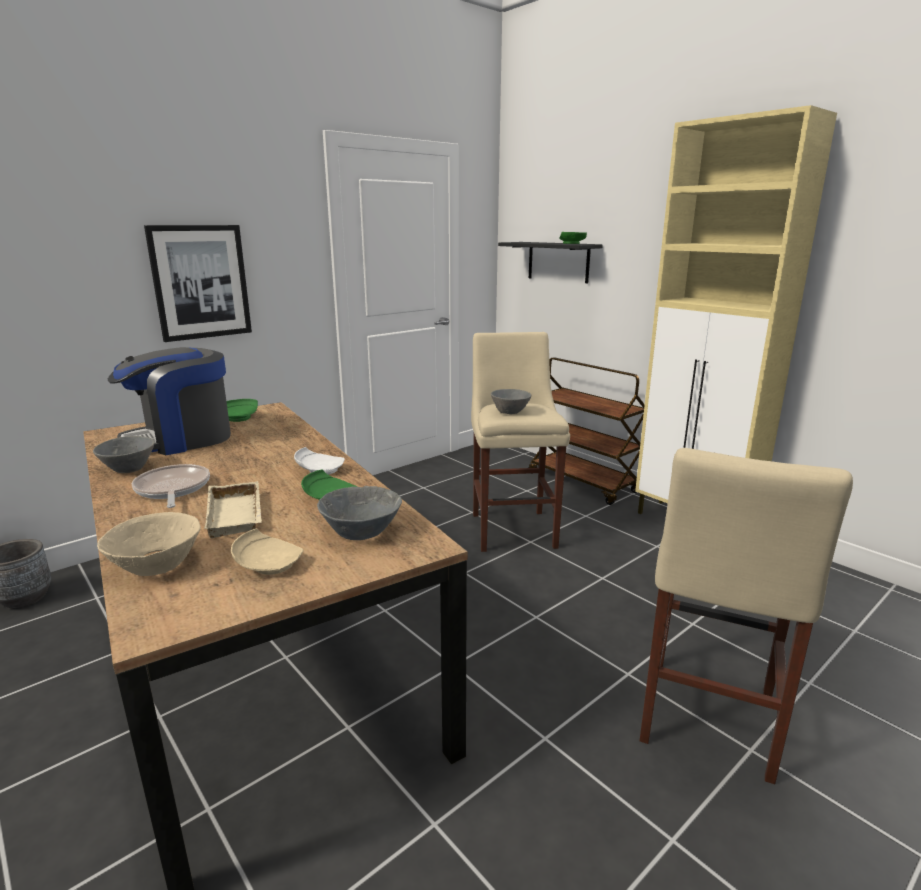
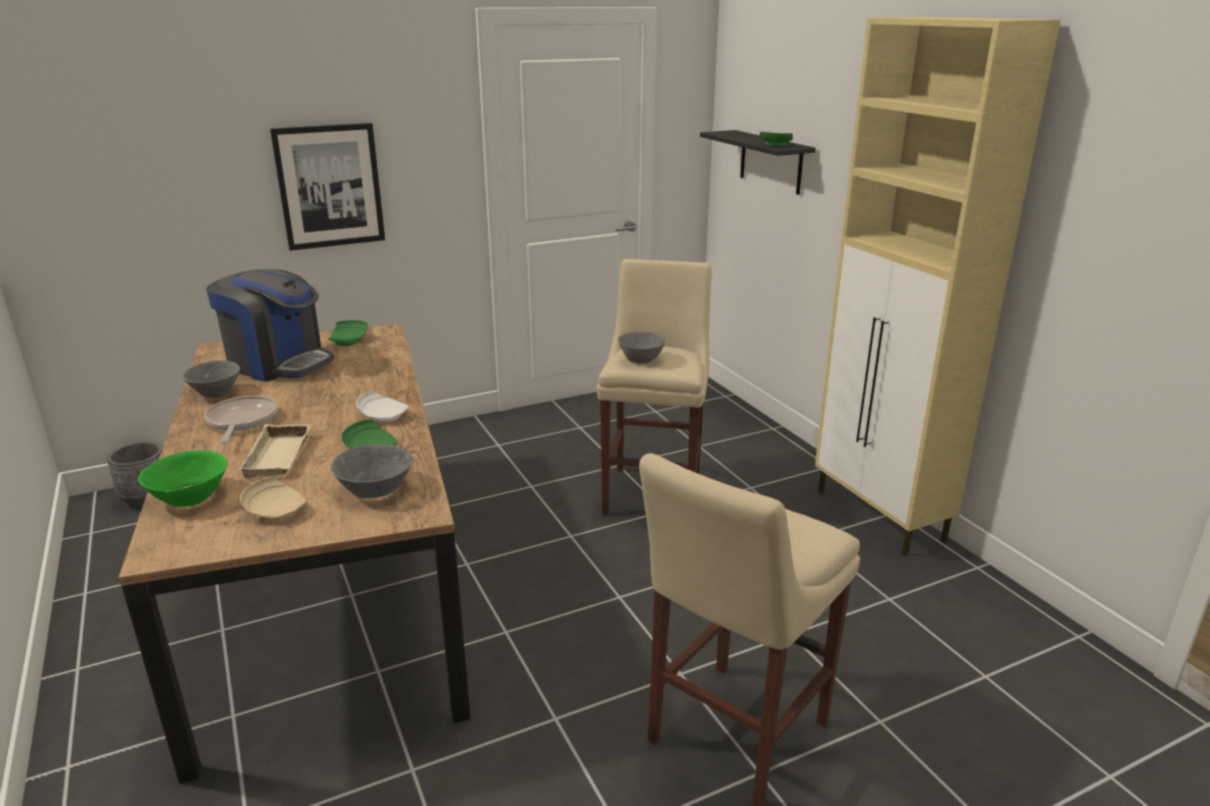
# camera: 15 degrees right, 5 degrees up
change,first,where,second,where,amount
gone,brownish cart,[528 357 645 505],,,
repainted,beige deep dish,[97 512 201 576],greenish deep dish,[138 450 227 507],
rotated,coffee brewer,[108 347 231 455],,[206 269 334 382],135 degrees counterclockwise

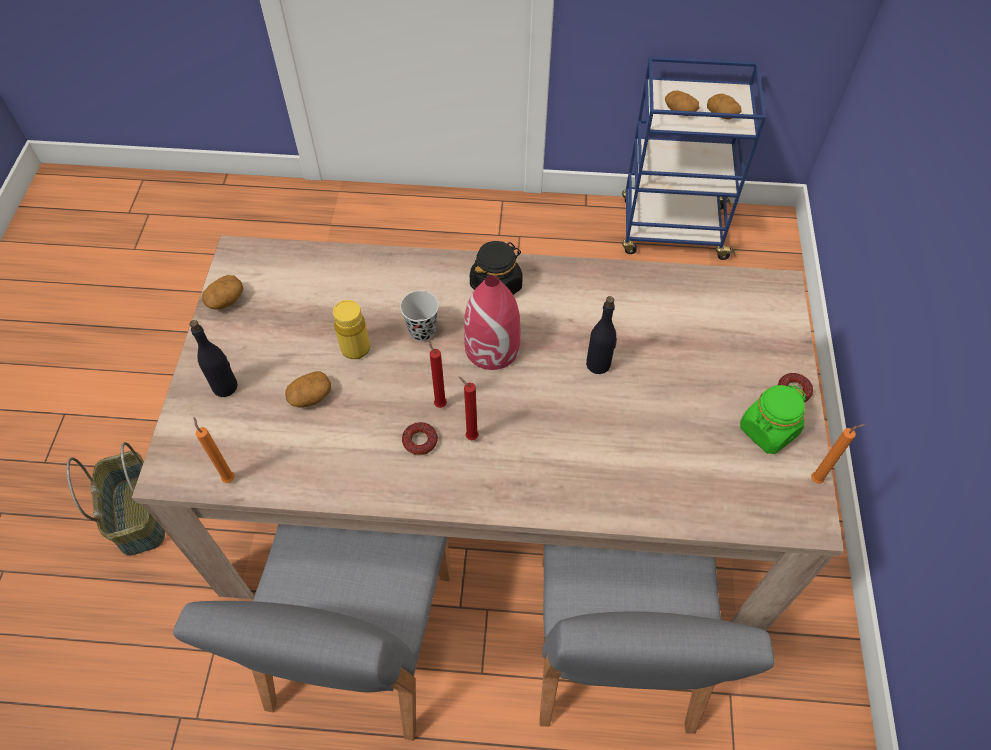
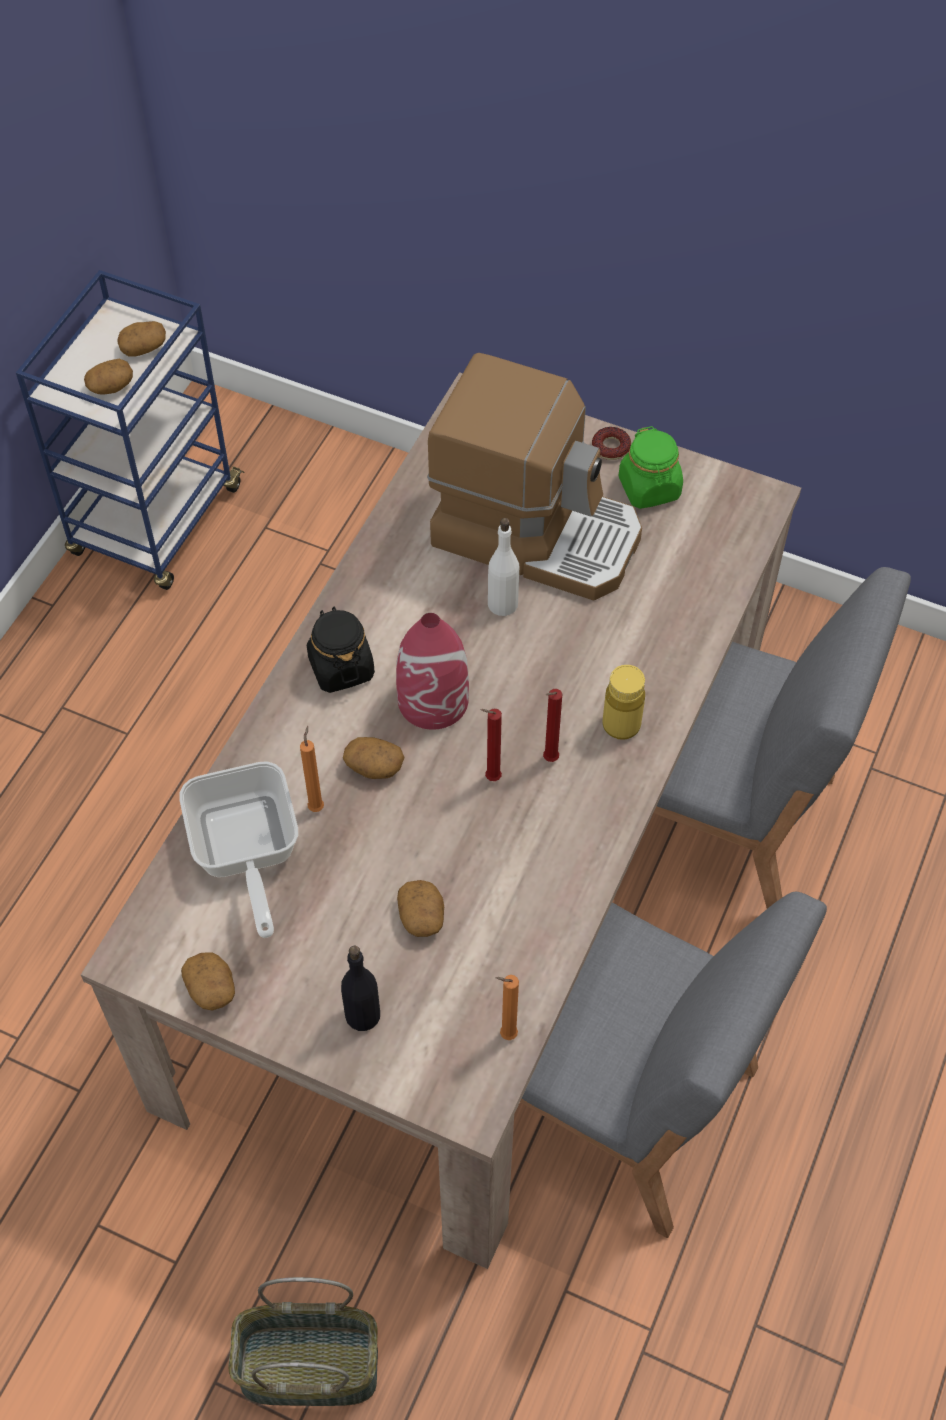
# camera: 70 degrees left, 0 degrees up
change,first,where,second,where,amount
gone,ring doughnut,[402 422 438 455],,,
new,,,skillet,[179 761 298 938],
new,,,coffee brewer,[427 353 642 601],
shifted,yellowish bottle,[333 300 370 359],,[602 665 645 740],
shifted,orangey wax candle,[811 424 866 484],,[300 726 324 812],
swapped,blackish drinking cup,[400 291 439 341],spud,[343 737 405 779],
repainted,blackish bottle,[586 296 617 374],white bottle,[488 518 519 616],

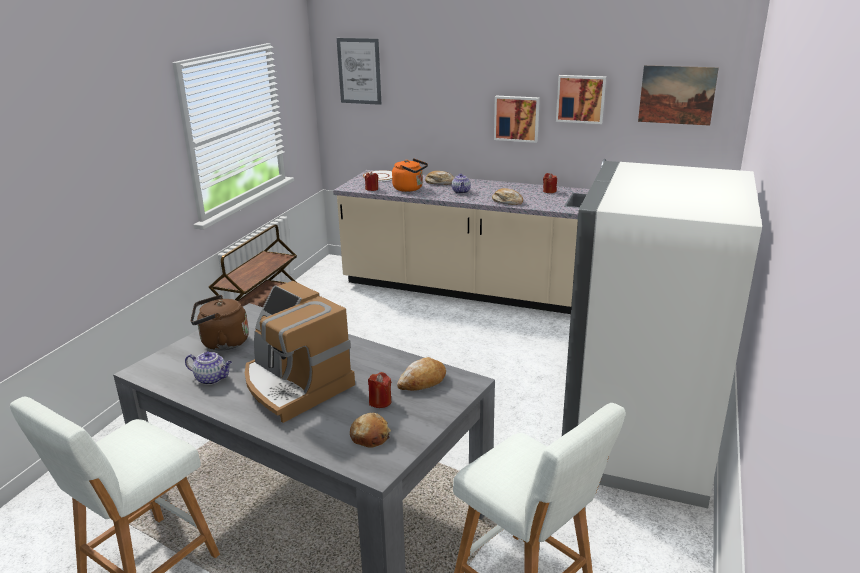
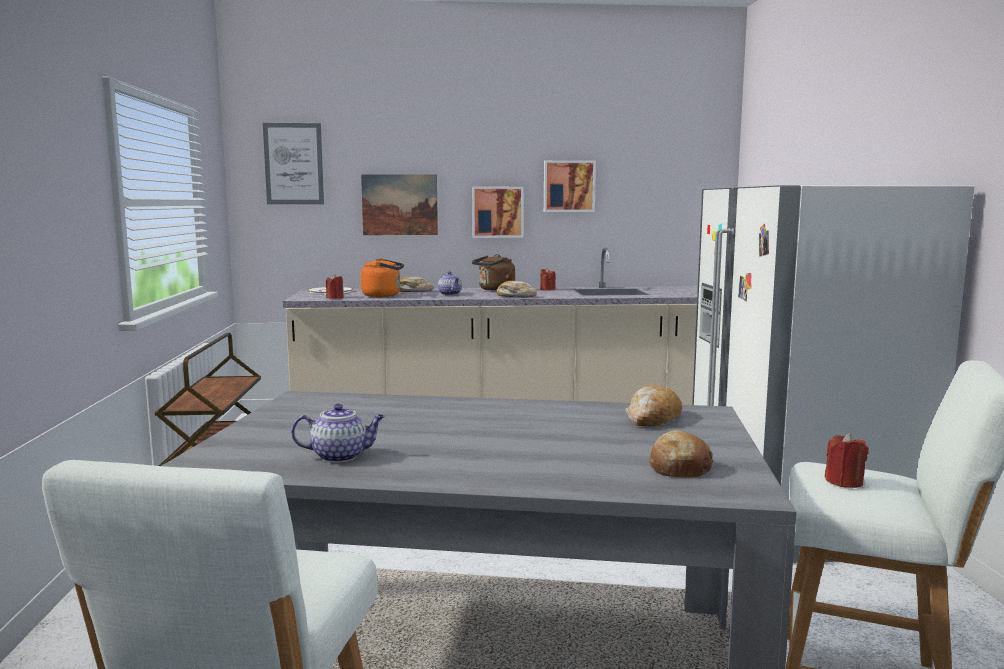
# camera: 25 degrees left, 15 degrees down
change,first,where,second,where,amount
gone,coffee brewer,[245 281 355 423],,,
shifted,brownish water kettle,[191 295 249 351],,[472 254 515 291],
shifted,reddish wax candle,[368 372 392 408],,[825 433 869 488],
shifted,wall art,[638 65 719 126],,[361 174 438 235],

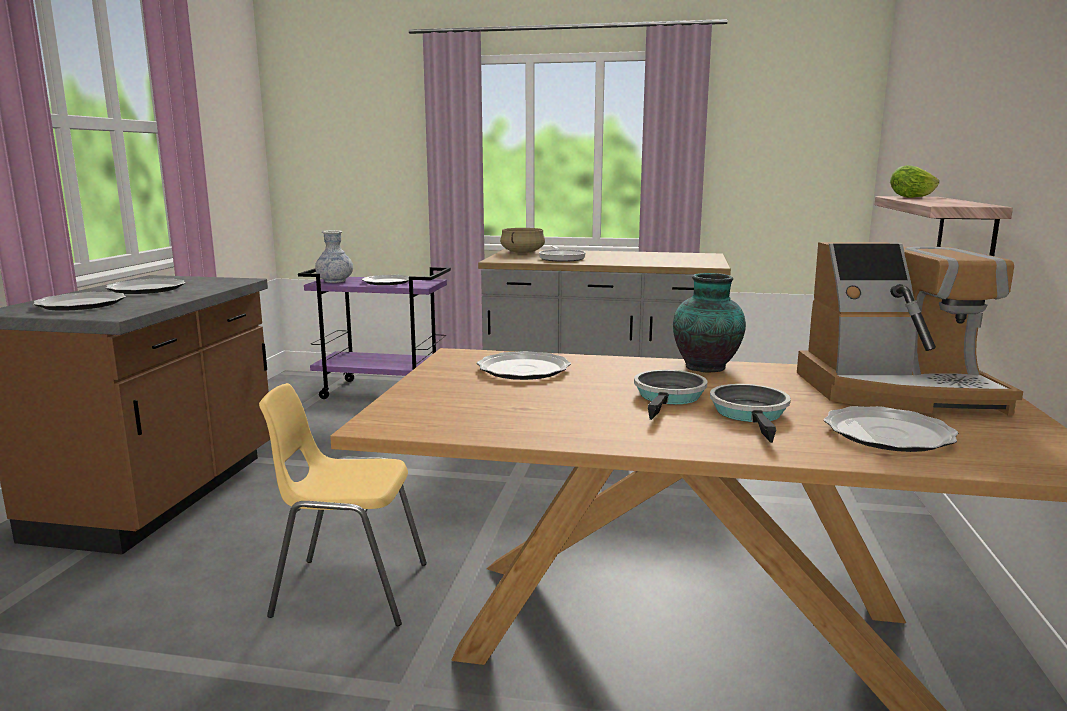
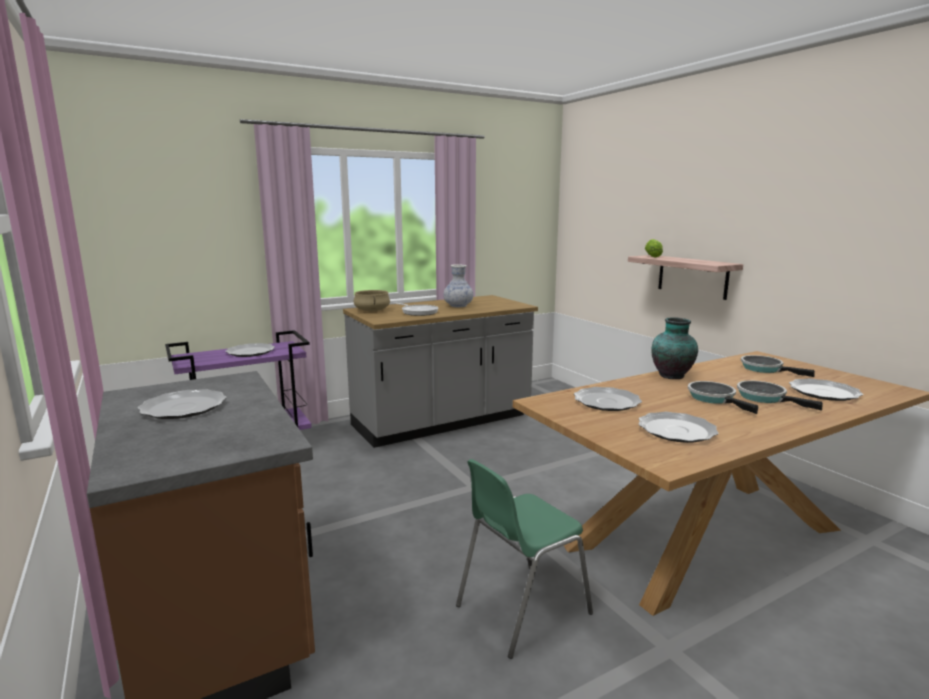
# camera: 40 degrees left, 0 degrees up
change,first,where,second,where,amount
shifted,flat dish,[33 292 126 311],,[638 412 718 443],
shifted,decorative vase,[315 230 353 283],,[443 264 474 308],
swapped,coffee brewer,[797 242 1023 416],skillet,[741 355 815 377],
repainted,yellowish upright chair,[259 383 427 626],greenish upright chair,[456 459 593 659],

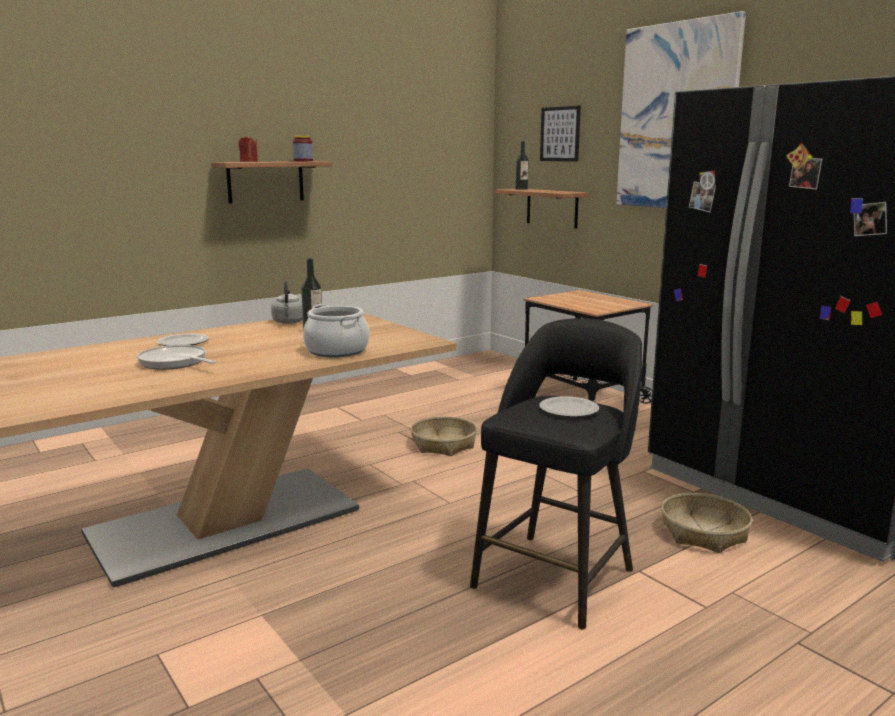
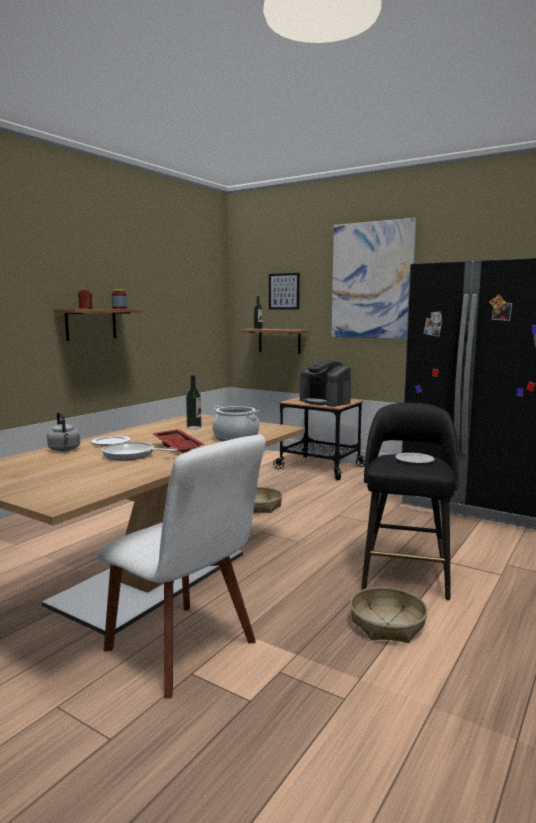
# camera: 20 degrees left, 5 degrees down
change,first,where,second,where,amount
new,,,white upright chair,[97 435 265 699],
new,,,reddish carrying tray,[151 429 205 453],
new,,,coffee brewer,[300 360 351 406],
shifted,greyish water kettle,[271 280 303 324],,[47 411 80 451],
shifted,basket,[661 493 752 553],,[350 587 428 643],

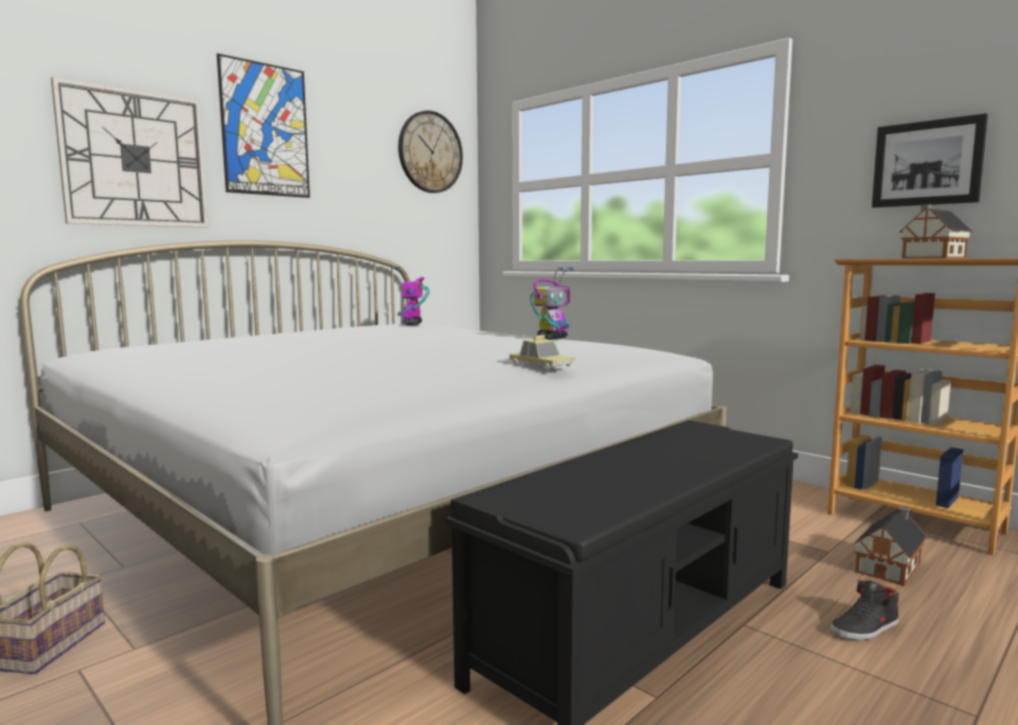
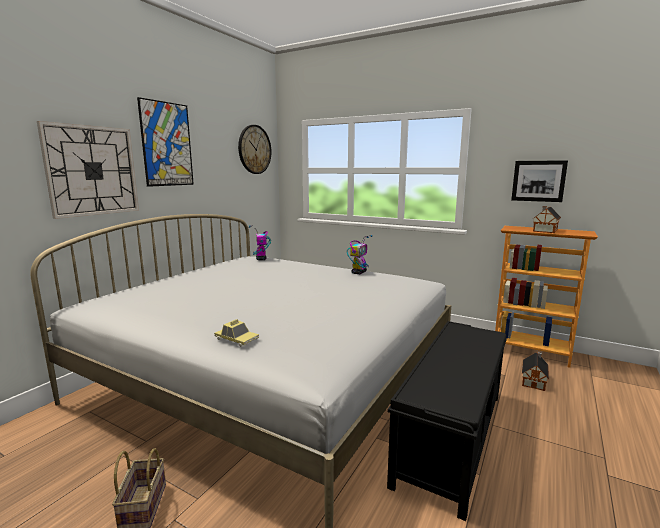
# camera: 15 degrees left, 5 degrees up
change,first,where,second,where,amount
gone,blackish item of footwear,[830 580 899 640],,,
shifted,toy car,[509 335 575 370],,[214 319 259 347],

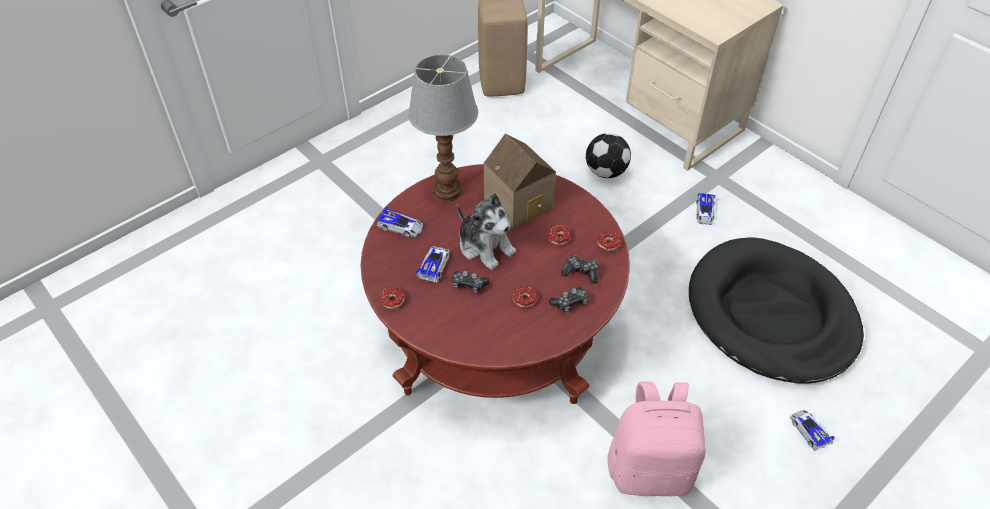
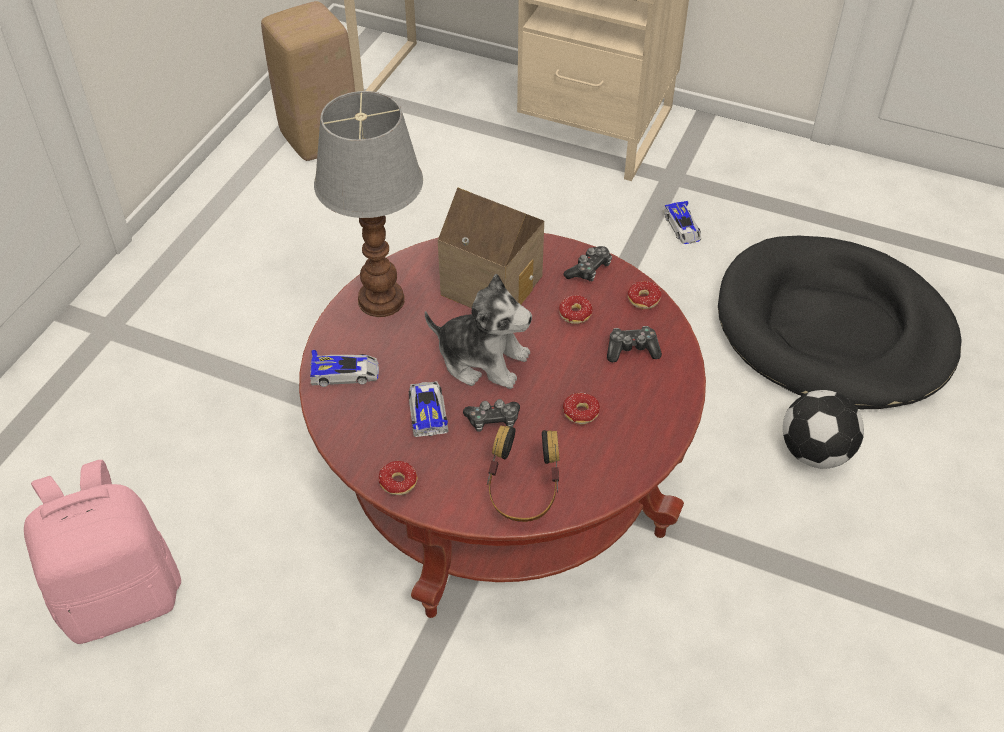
# camera: 25 degrees left, 0 degrees up
change,first,where,second,where,amount
gone,toy car,[790 410 835 451],,,
new,,,pair of headphones,[487 426 560 522],
shifted,game controller,[549 287 587 313],,[563 246 612 282],
shifted,ball for football,[586 133 631 178],,[783 390 864 469],
shifted,pinkish backpack,[608 382 706 497],,[24 460 181 644],

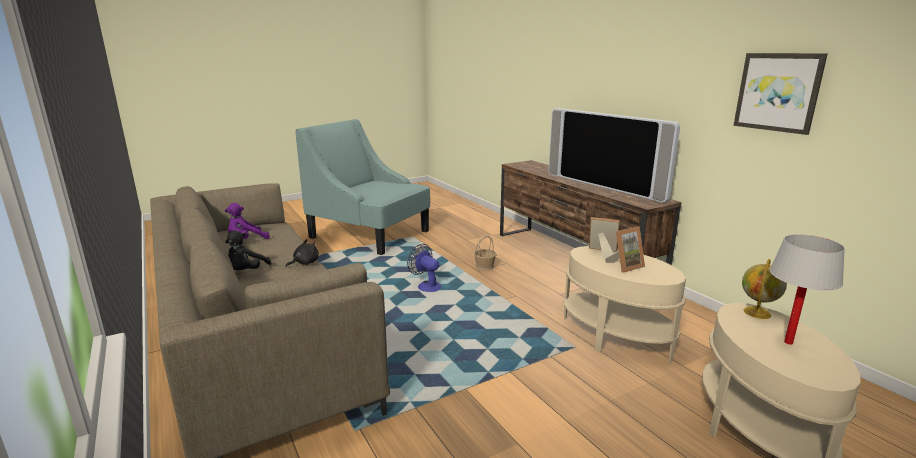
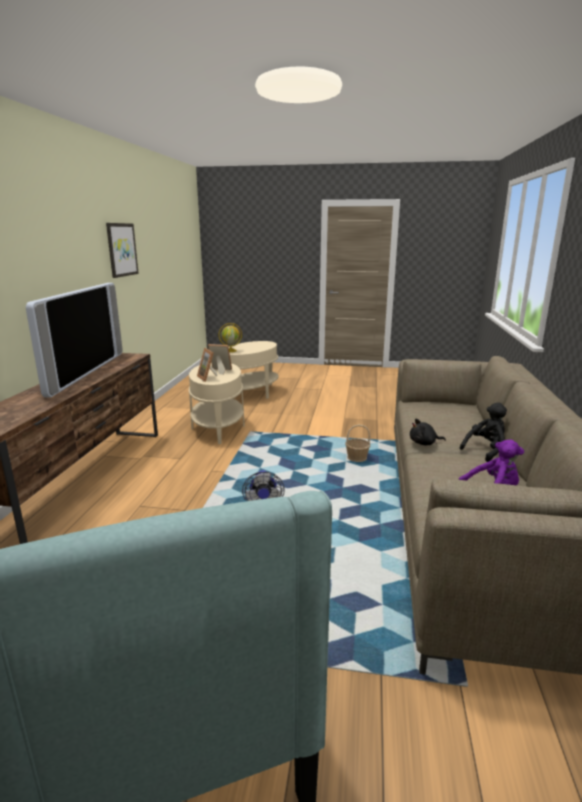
# camera: 140 degrees left, 0 degrees up
change,first,where,second,where,amount
gone,white lamp for a table,[769 234 845 345],,,
shifted,basket,[474 236 497 271],,[345 424 370 462],

